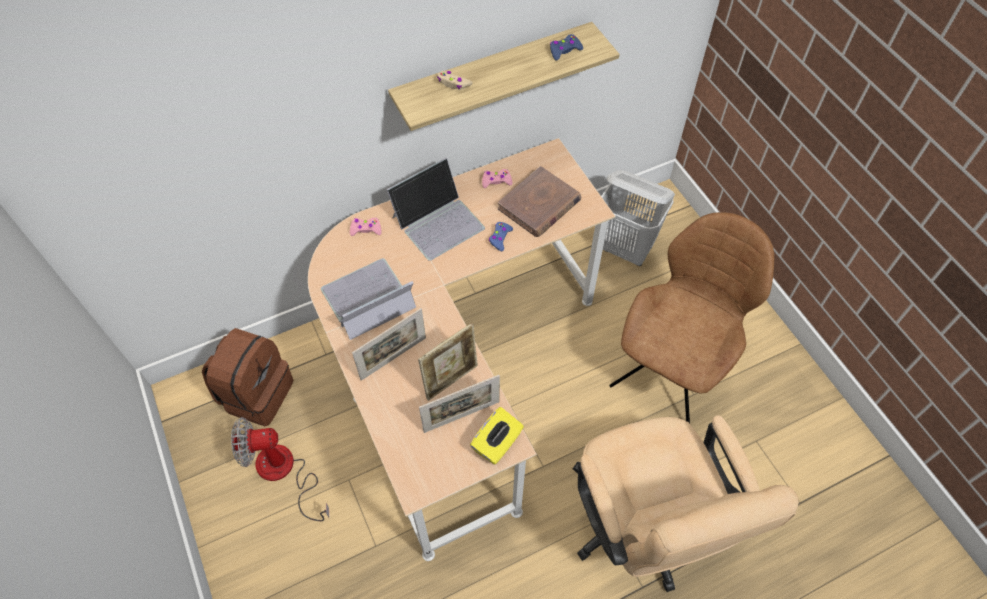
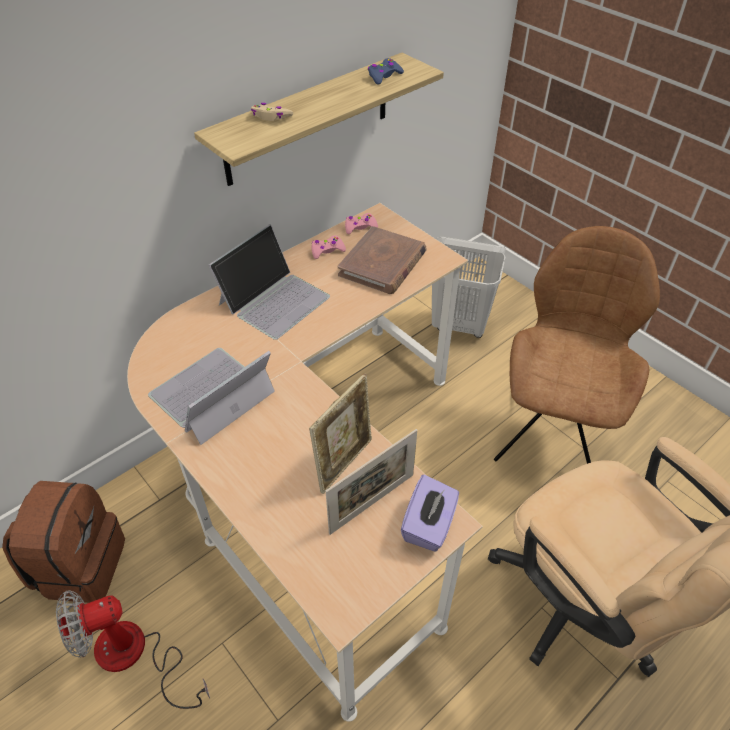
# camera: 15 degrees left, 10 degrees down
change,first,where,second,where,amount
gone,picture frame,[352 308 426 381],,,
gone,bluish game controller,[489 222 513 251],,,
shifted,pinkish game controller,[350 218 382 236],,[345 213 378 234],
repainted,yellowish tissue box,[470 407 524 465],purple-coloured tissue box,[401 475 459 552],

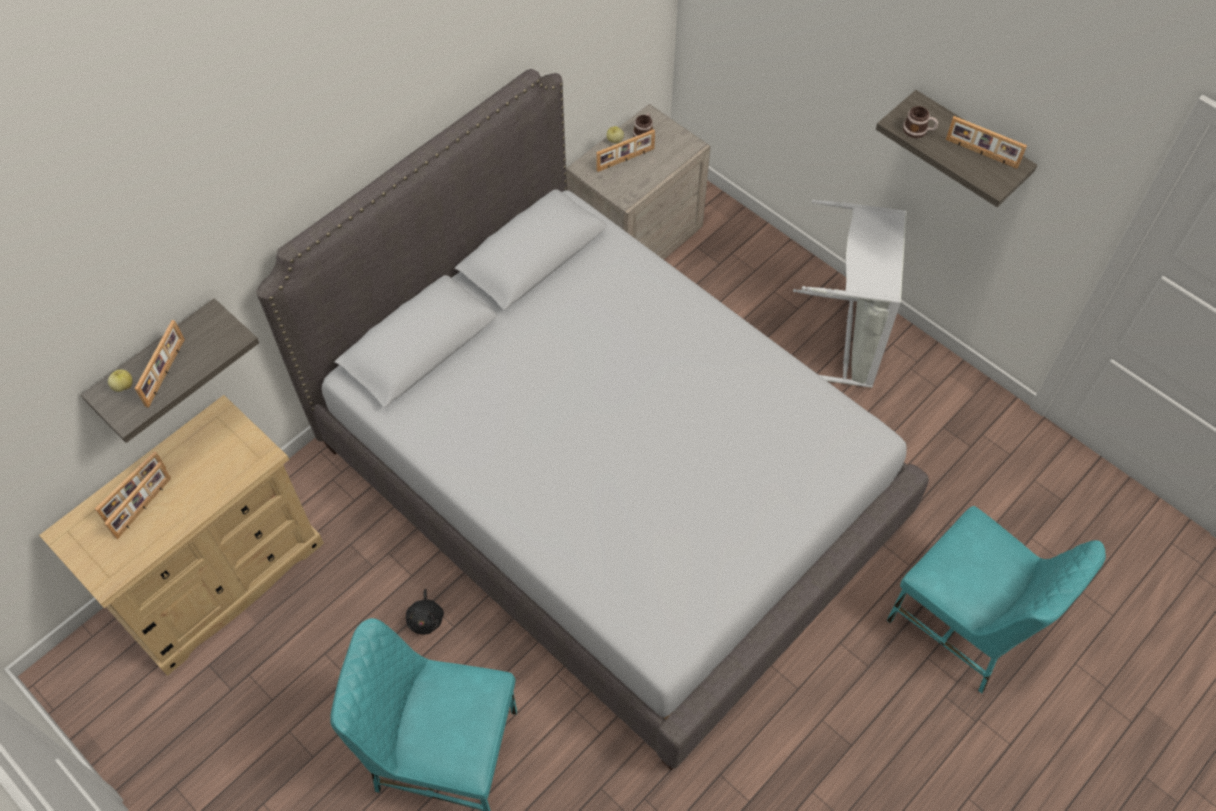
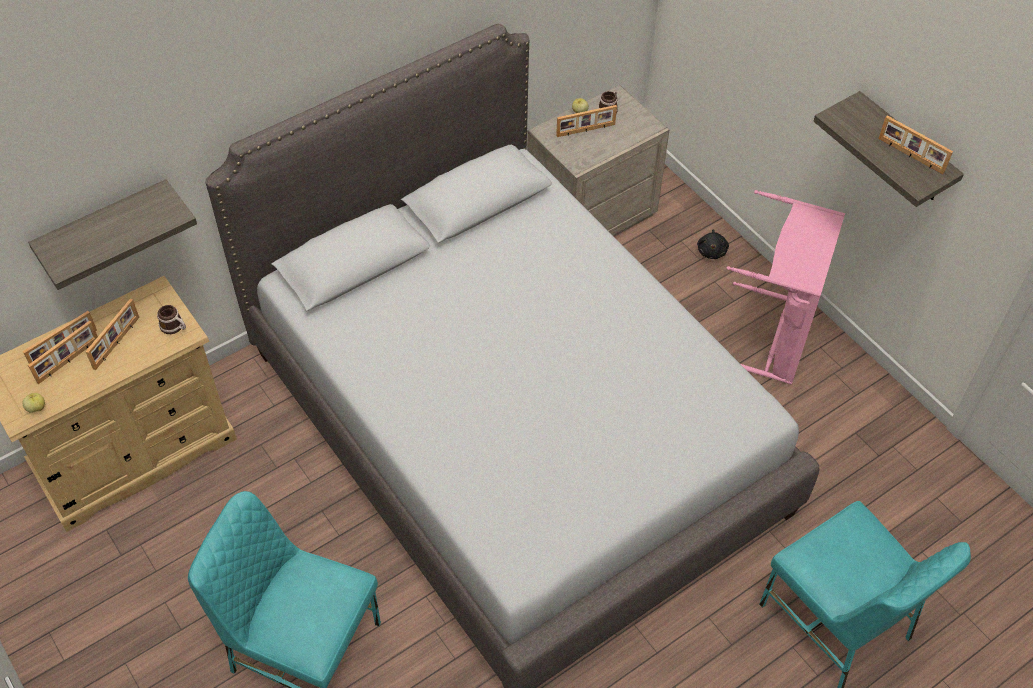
# camera: 10 degrees right, 5 degrees down
change,first,where,second,where,amount
shifted,whole apple,[108 370 133 392],,[22 393 45 413],
shifted,picture frame,[135 320 185 408],,[85 299 139 370],
shifted,blackish plush toy,[405 589 444 635],,[697 229 729 259],
shifted,mug,[903 106 938 138],,[157 305 186 334],
repainted,greyish washing basket,[793 200 907 388],pinkish washing basket,[727 190 845 385],

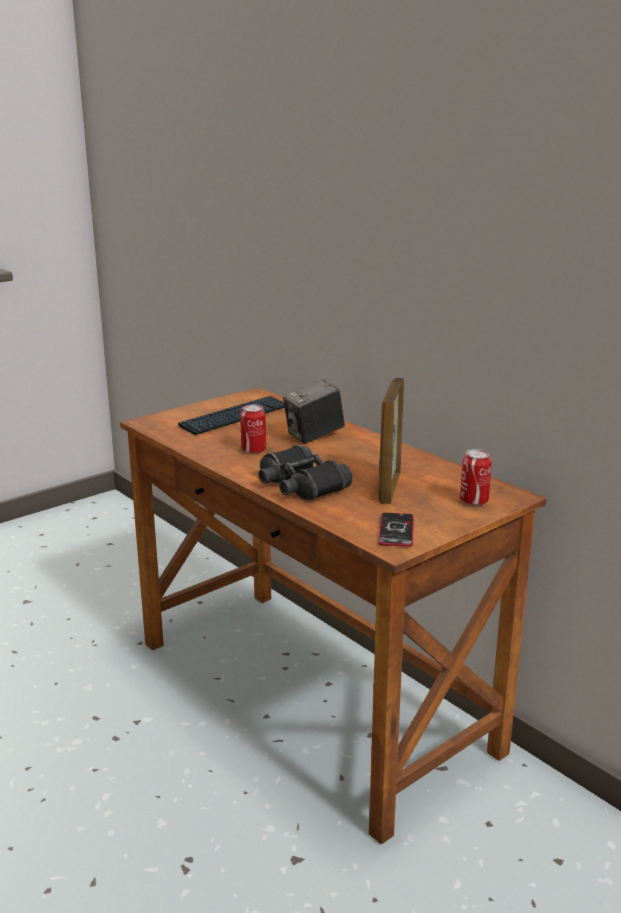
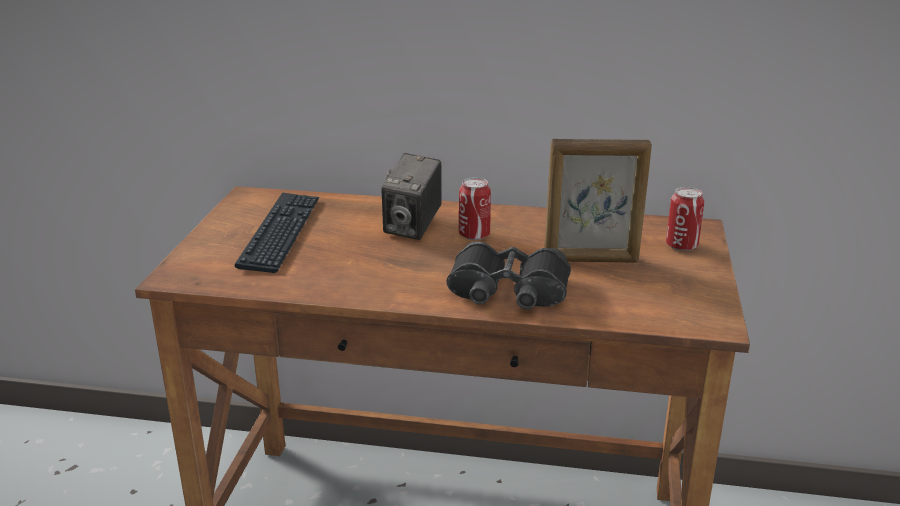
# camera: 40 degrees left, 5 degrees up
change,first,where,second,where,amount
gone,phone,[378 513 414 547],,,
shifted,sealed can,[240 405 266 454],,[459 177 491 240],
rotated,picture frame,[378 378 404 504],,[544 139 652 263],60 degrees counterclockwise

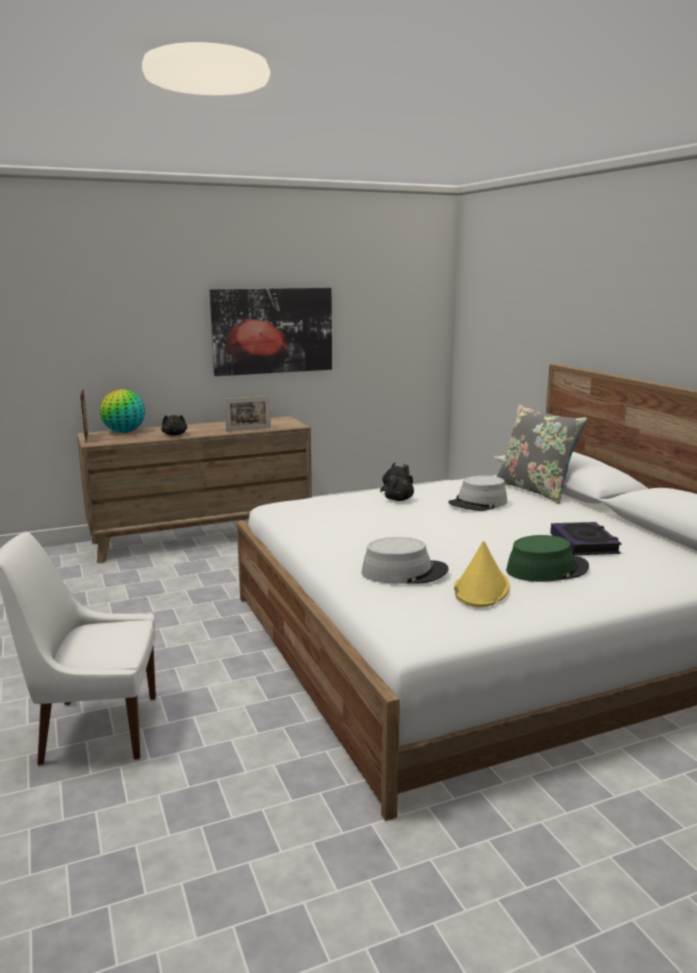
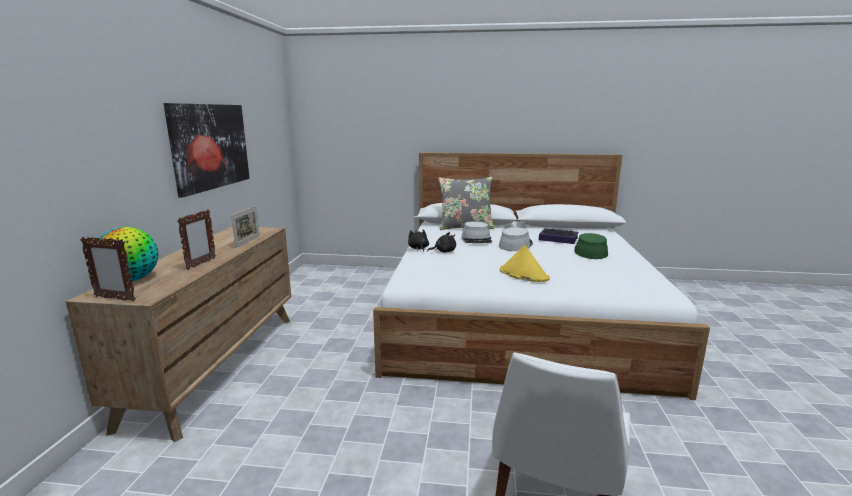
# camera: 60 degrees left, 0 degrees up
change,first,where,second,where,amount
shifted,greyish wearable hat,[361 537 449 584],,[499 227 533 251],
shifted,yellowish wearable hat,[454 541 509 607],,[500 245 550 282],
swapped,blackish plush toy,[161 415 187 436],picture frame,[177 209 216 270],

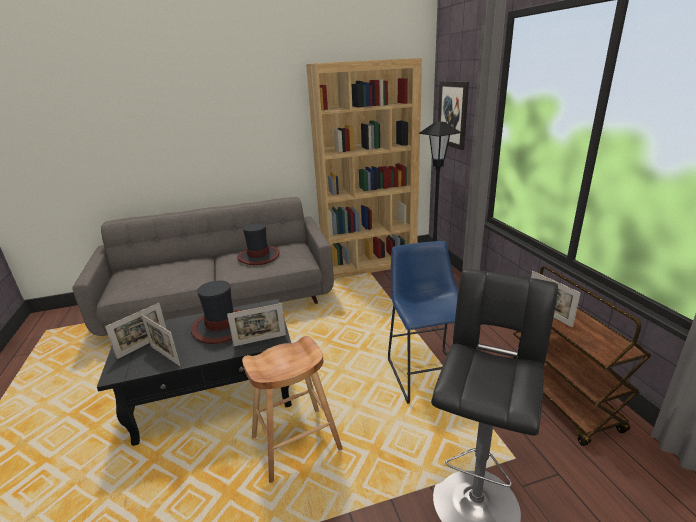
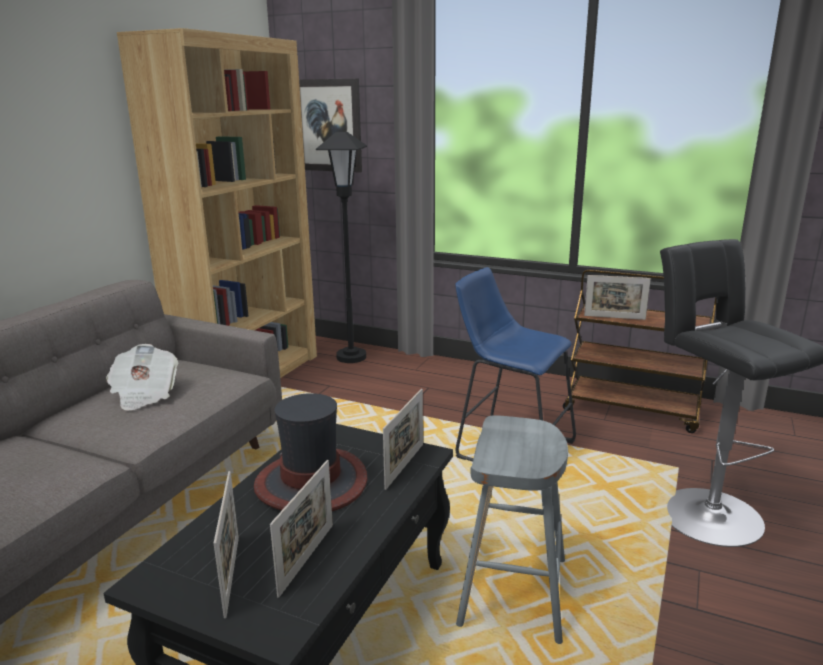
# camera: 50 degrees left, 5 degrees down
change,first,where,second,where,amount
swapped,wearable hat,[237 223 280 265],printed paper,[106 344 178 411],
repainted,brownish stool seat,[242 336 343 483],greyish stool seat,[456 415 568 644],
rotated,picture frame,[141 314 180 366],,[270 460 333 598],60 degrees counterclockwise

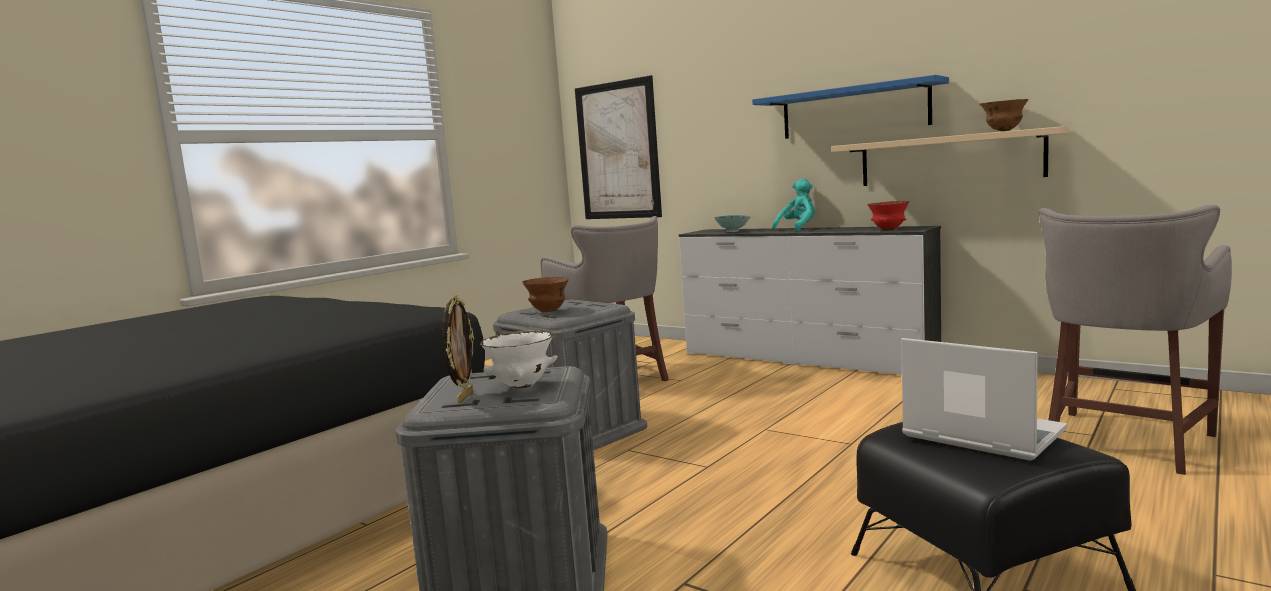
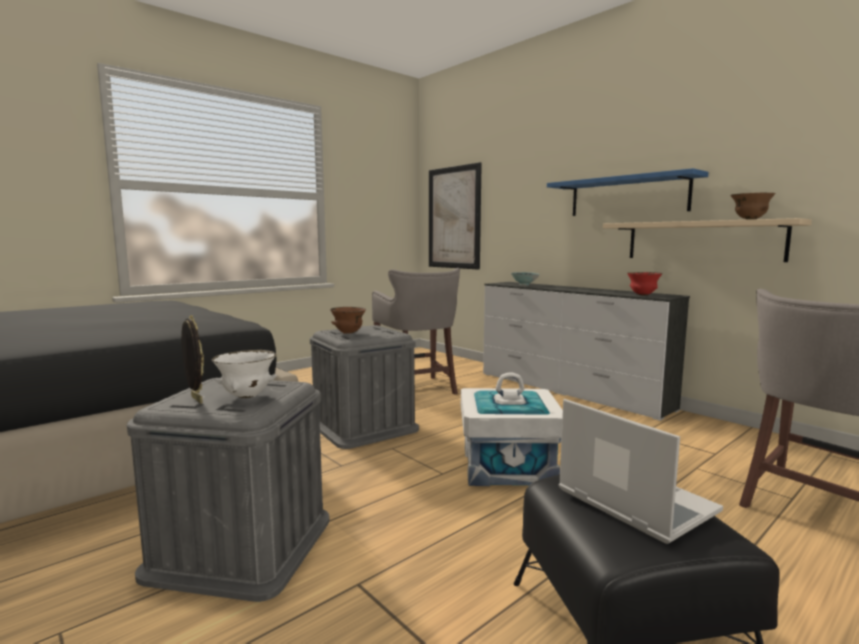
# camera: 10 degrees right, 0 degrees up
change,first,where,second,where,amount
gone,blue-green plush toy,[772 179 815 231],,,
new,,,white storage box,[461 372 563 486],
rotated,picture frame,[442 295 474 403],,[181 315 204 404],60 degrees counterclockwise

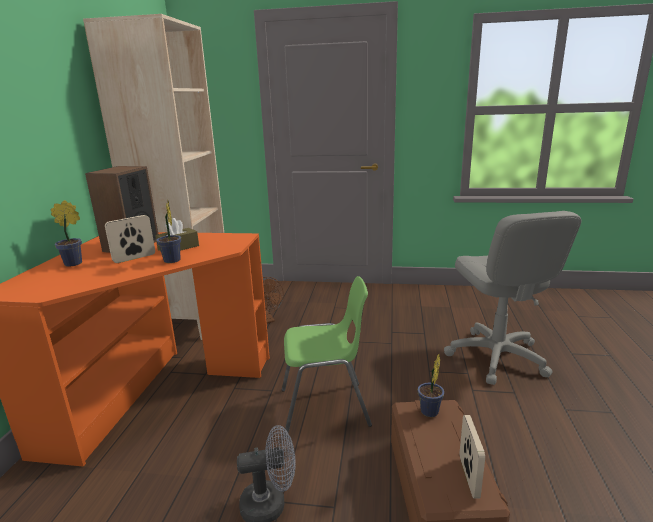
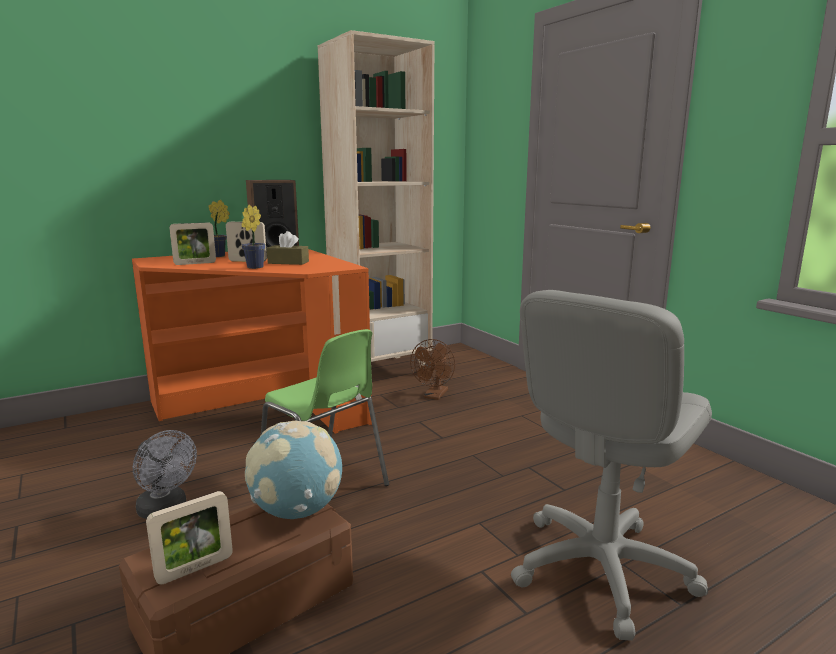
# camera: 50 degrees right, 5 degrees down
change,first,where,second,where,amount
new,,,picture frame,[169 222 216 265],
swapped,plant in a pot,[418 354 444 417],globe,[245 421 342 519],

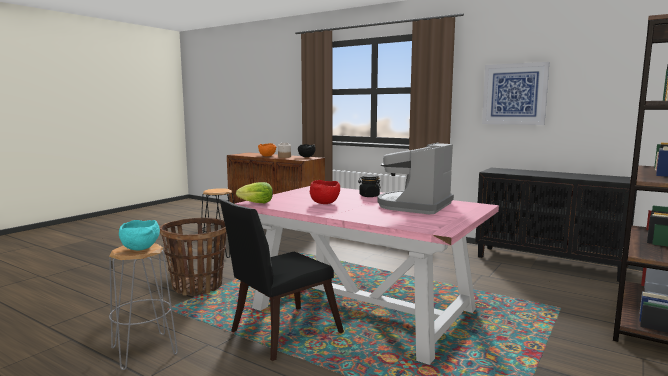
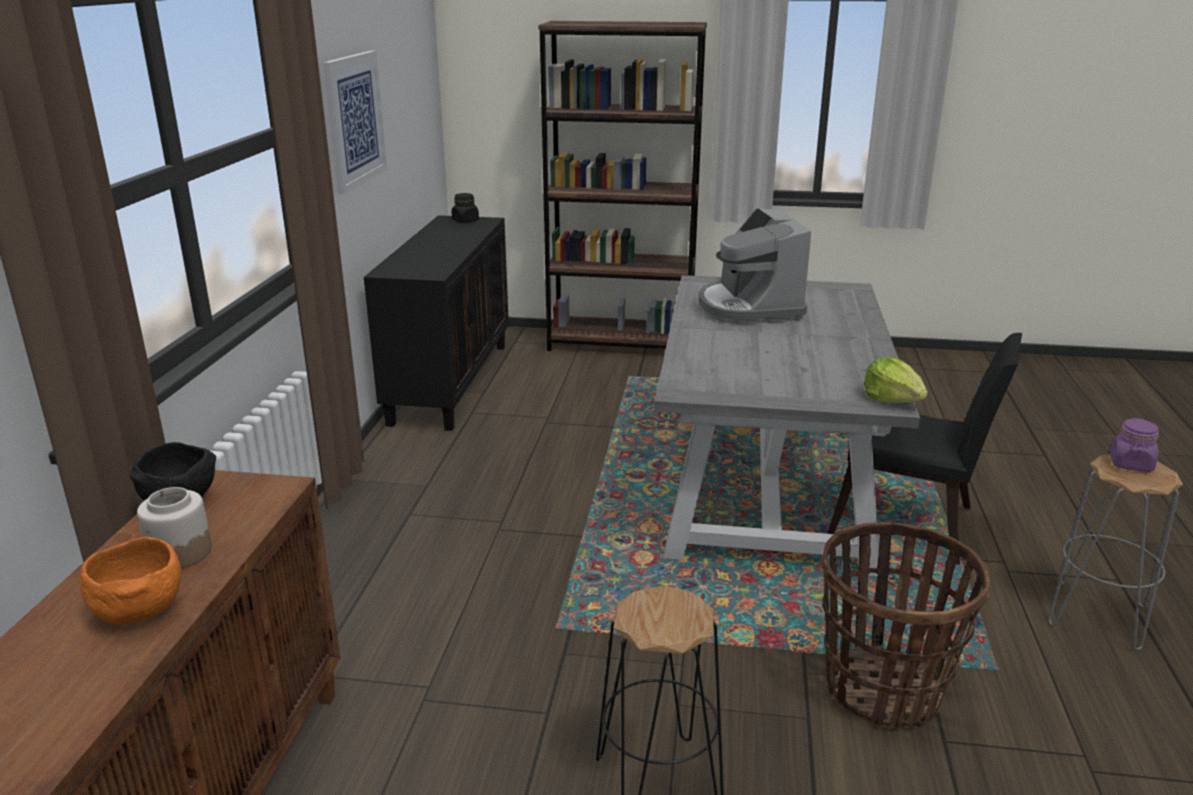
# camera: 115 degrees left, 15 degrees up
change,first,where,second,where,amount
gone,reddish deep dish,[310 180 340 204],,,
shifted,blackish preserve jar,[358 175 381 197],,[451 193 479 223],
swapped,blue-green deep dish,[119 220 160 251],purple-coloured preserve jar,[1110 418 1159 472],
repainted,pinkish dinner table,[235 186 499 365],greyish dinner table,[654 275 920 576],
rotated,coffee brewer,[377 143 454 214],,[699 208 811 324],75 degrees clockwise

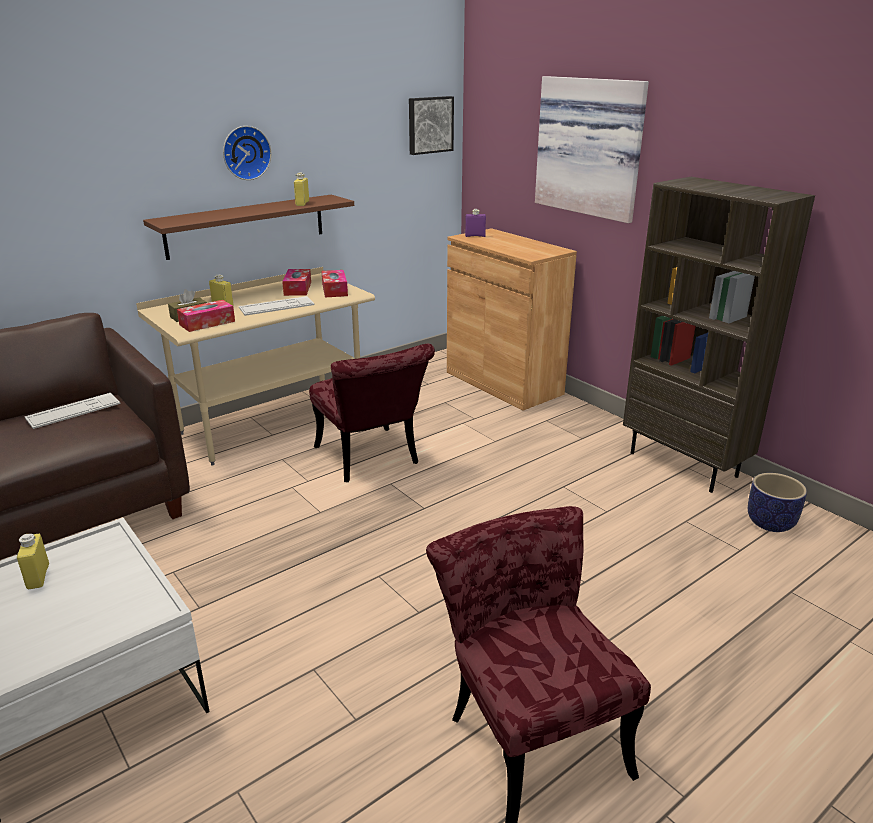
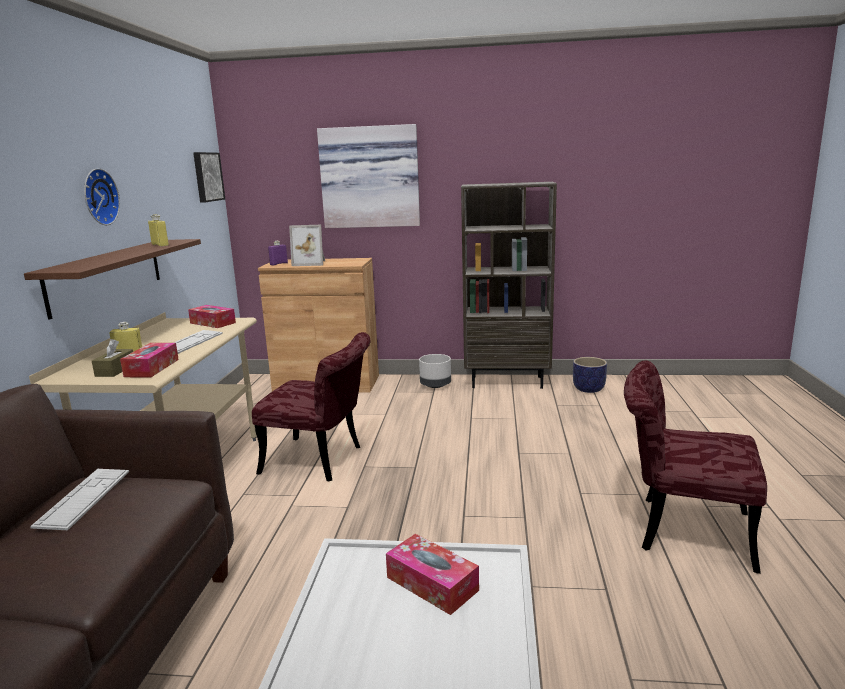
# camera: 45 degrees left, 10 degrees down
change,first,where,second,where,amount
gone,yellowish bottle,[17 534 49 589],,,
new,,,picture frame,[289 225 325 266],
new,,,greyish plant pot,[419 354 451 388],
shifted,tissue box,[282 269 311 296],,[386 534 479 615],

